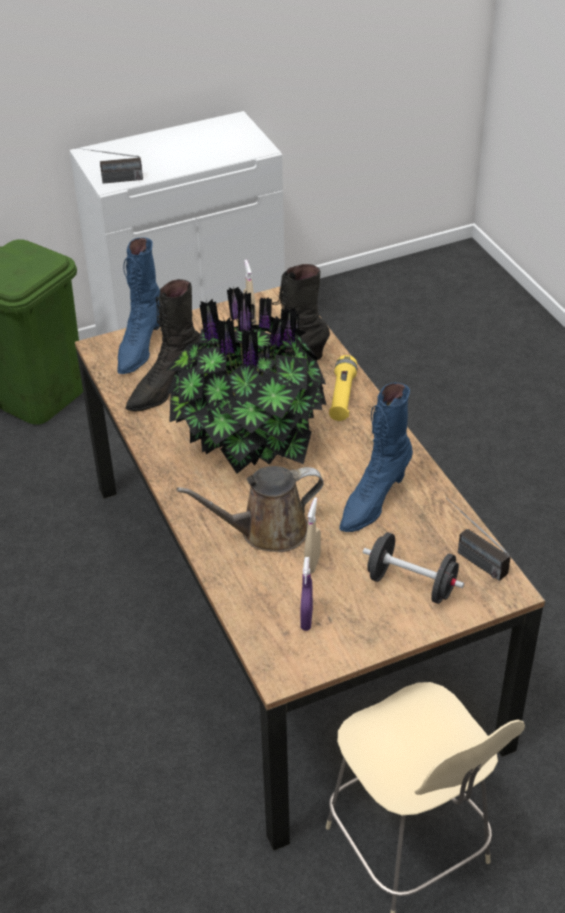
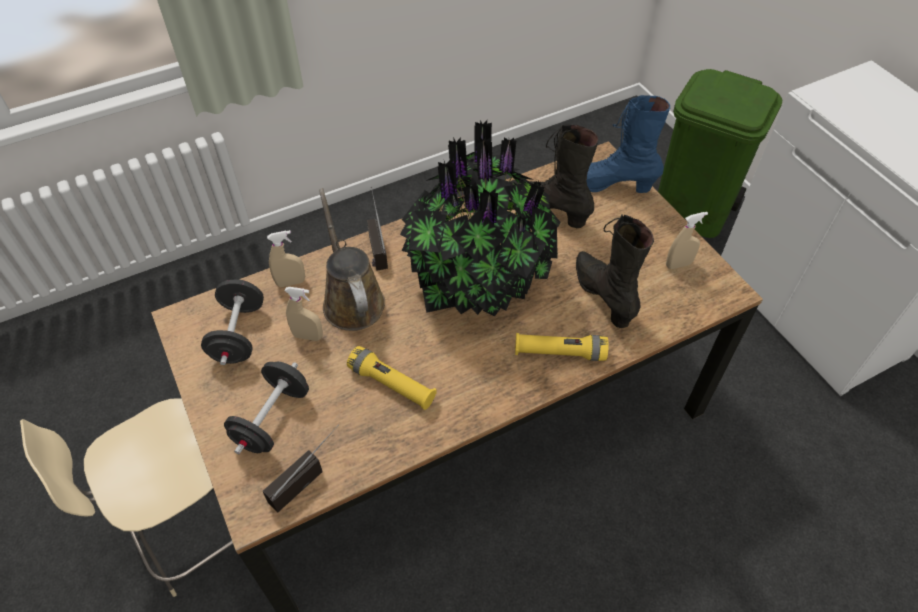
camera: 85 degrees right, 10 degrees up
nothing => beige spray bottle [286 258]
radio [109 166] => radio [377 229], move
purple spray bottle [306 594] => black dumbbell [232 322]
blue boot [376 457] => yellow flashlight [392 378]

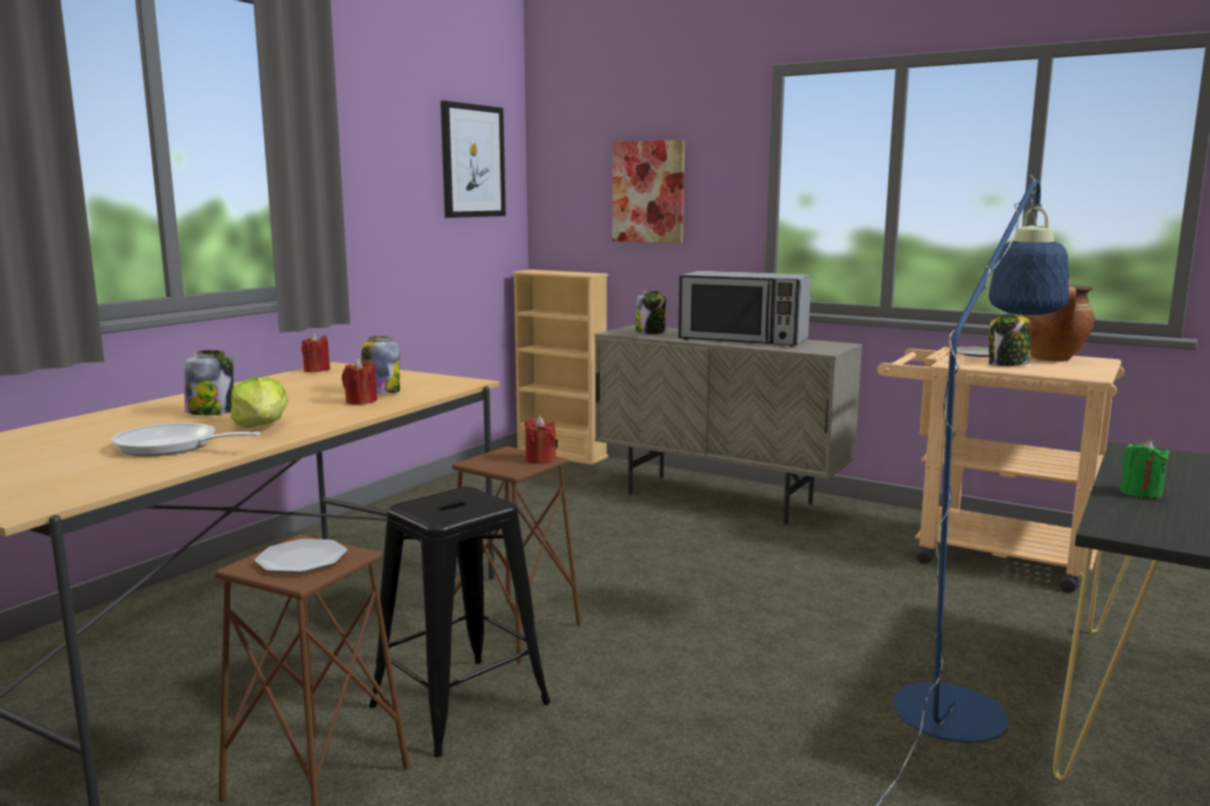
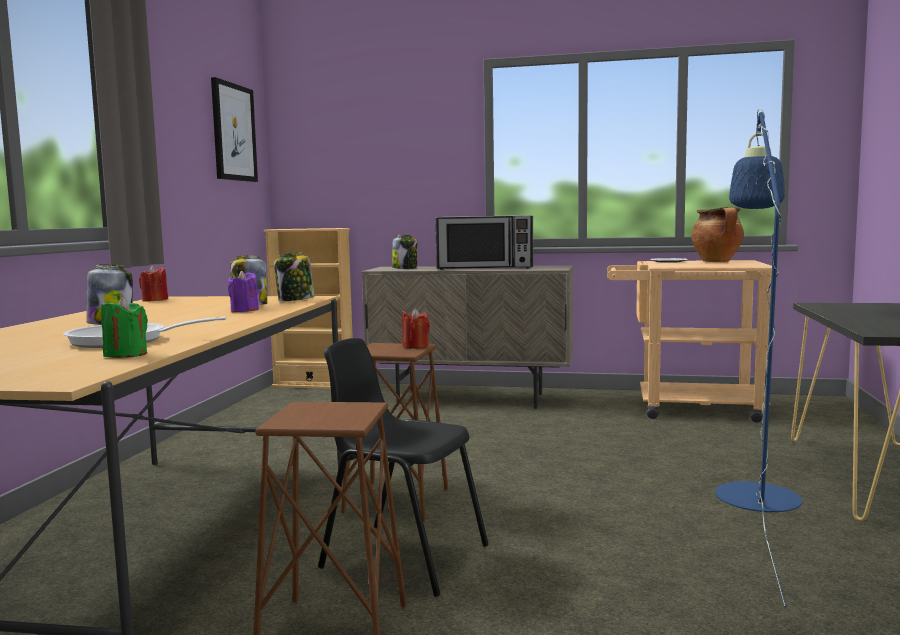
camera: 20 degrees left, 5 degrees down
lettuce [259 402] => nothing
plate [300 556] => nothing
picture [649 191] => nothing
jar [1009 339] => jar [294 277], move
green candle [1145 469] => green candle [124 327], move
black stool [460 622] => black chair [403 467]
red candle [360 381] => purple candle [243 291]

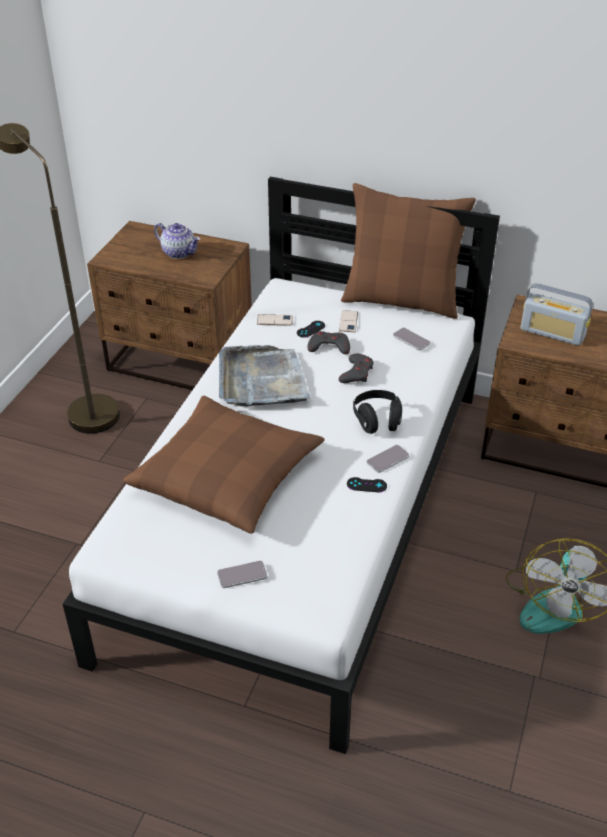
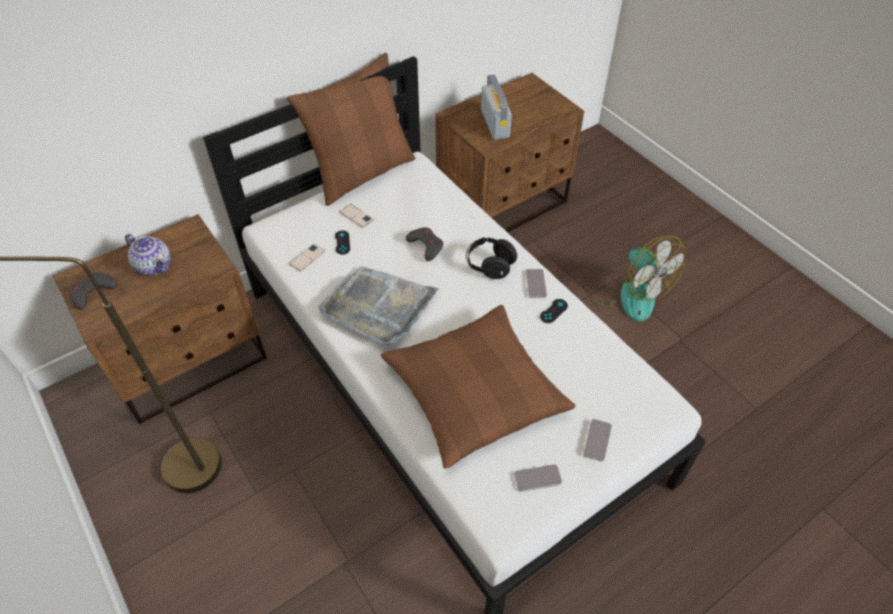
camera: 55 degrees left, 10 degrees up
grey game controller [329 342] => grey game controller [93 291], move
phone [411 339] => phone [538 478], move
teapot [177 241] => teapot [147 255], 60 degrees clockwise
radio [557 314] => radio [496 107], 75 degrees counterclockwise

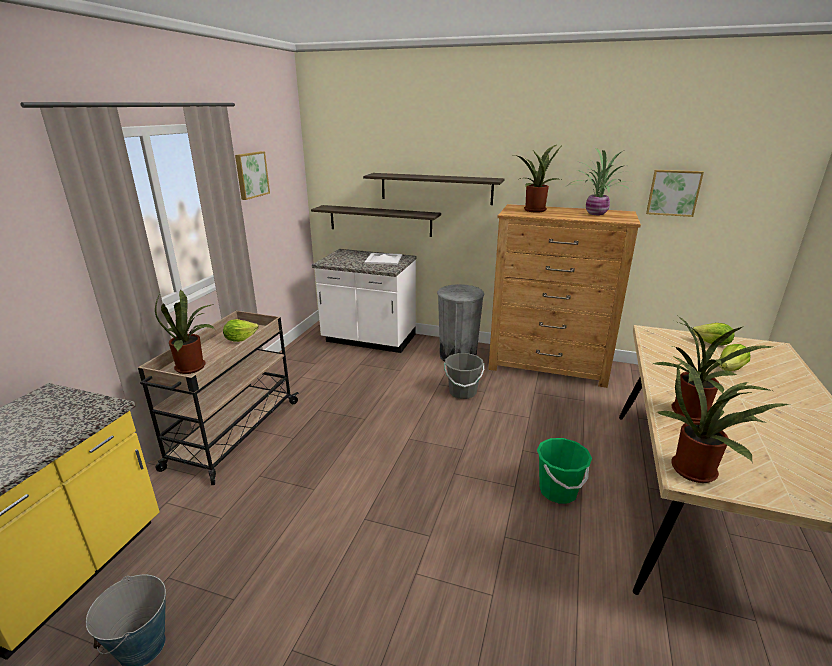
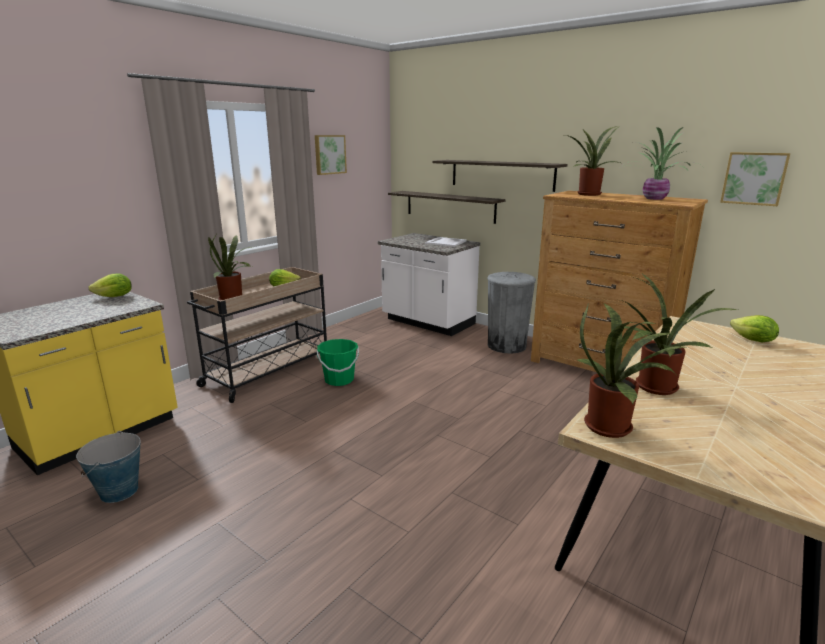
camera: 20 degrees right, 5 degrees down
grey bucket [464 376] => nothing
green bucket [564 471] => green bucket [338 362], move
lettuce [735 357] => lettuce [110 285], move

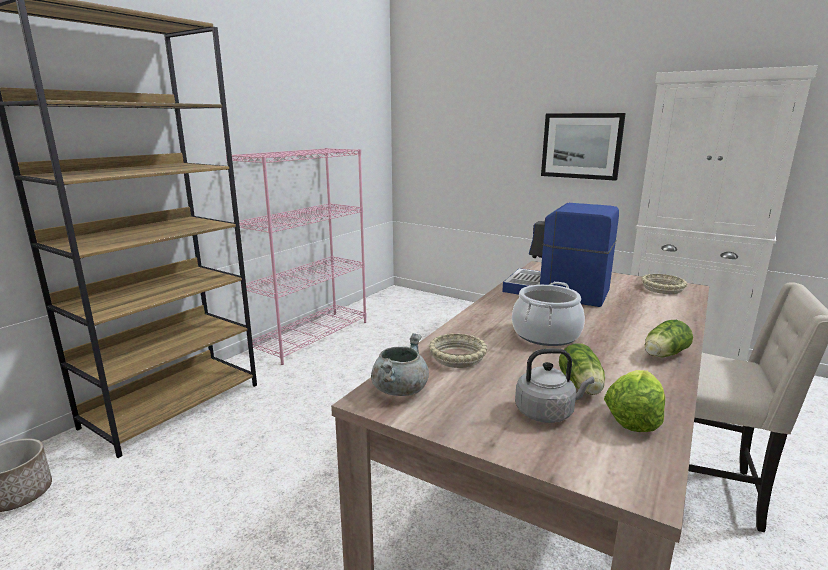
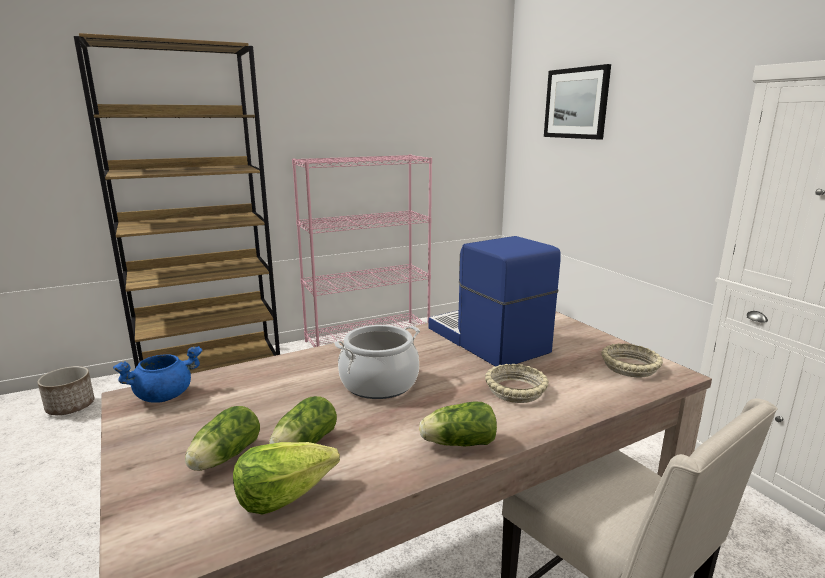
camera: 30 degrees right, 0 degrees up
beige bowl [458 350] => beige bowl [517 383], move
picture [583 147] => picture [577 102], move
grey kettle [554 386] => lettuce [222 438]
grey cooking pot [400 364] => blue cooking pot [158 374]

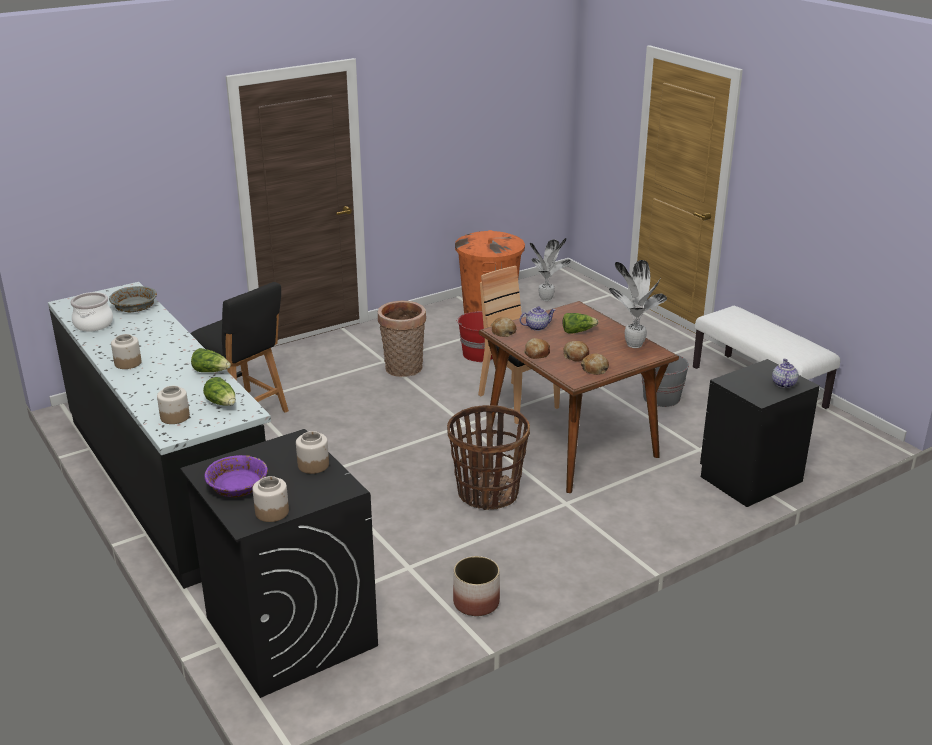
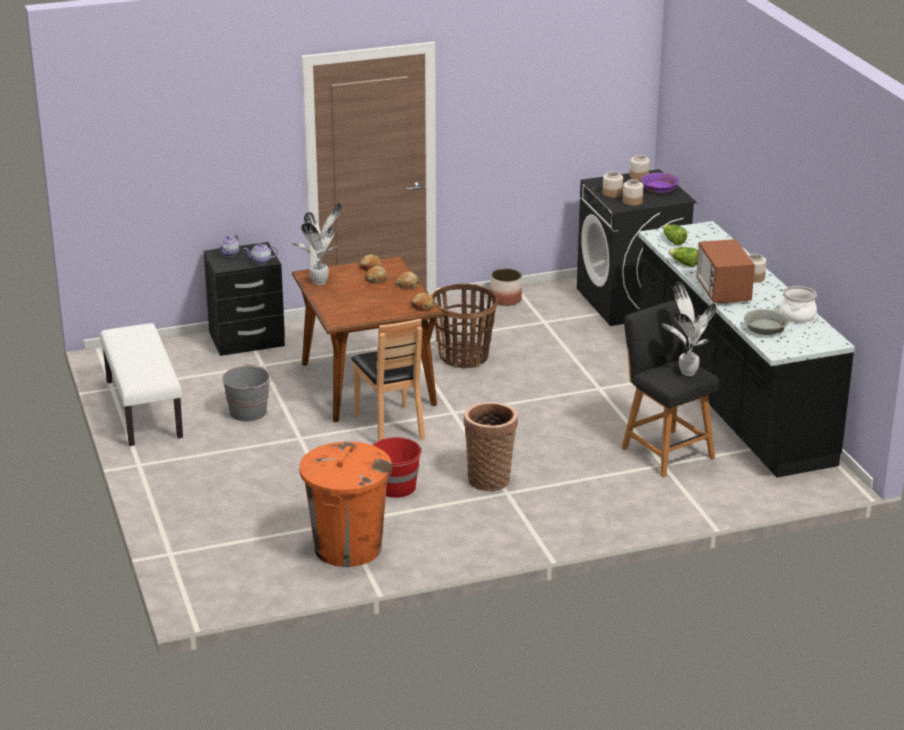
camera: 165 degrees left, 0 degrees up
lettuce [580 323] => nothing
nothing => microwave [725 271]
jar [173 405] => jar [633 192], move
teapot [538 318] => teapot [261 254], move
potted plant [550 269] => potted plant [688 329], move

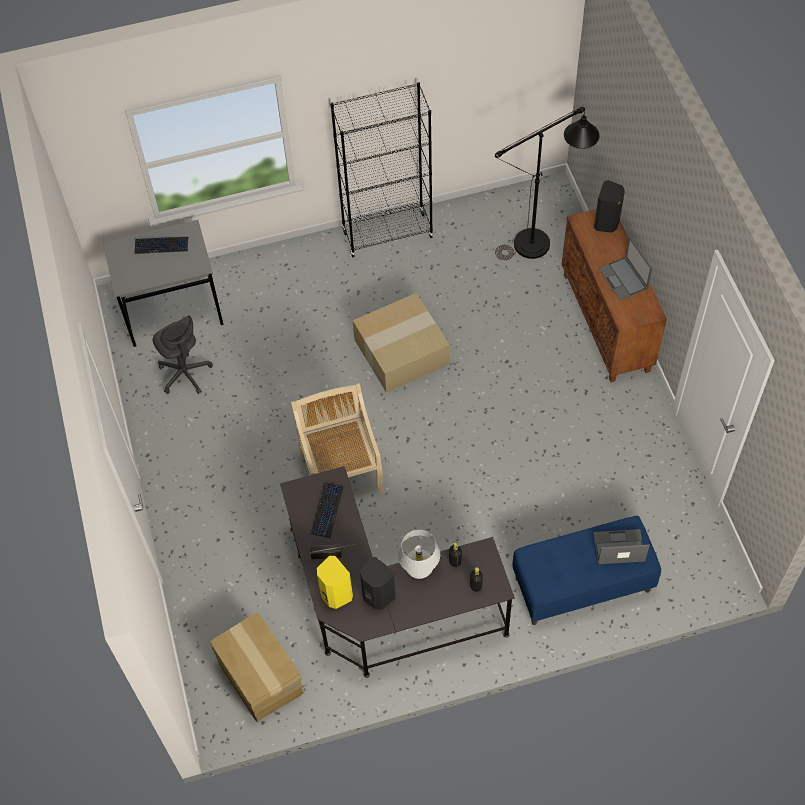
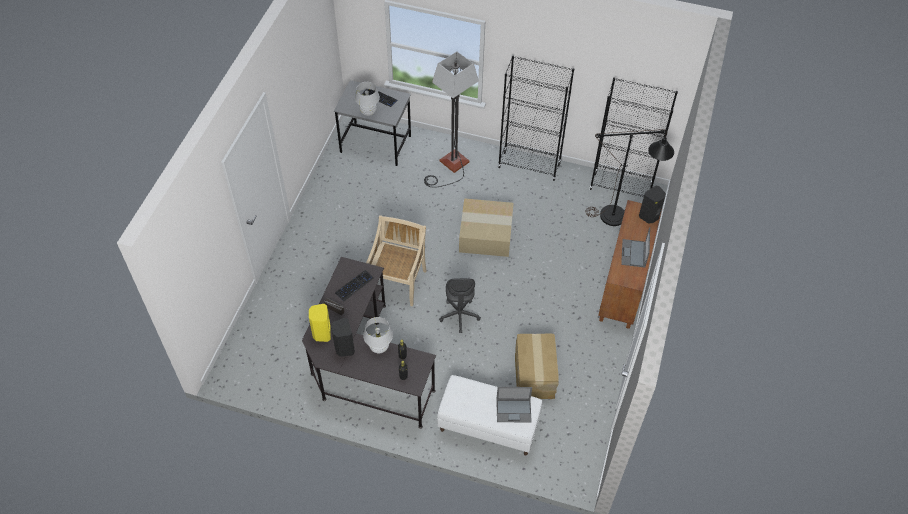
camera: 30 degrees right, 5 degrees down
nothing => white table lamp [367 99]
nothing => floor lamp [451 119]
nothing => black bookcase [633 137]
grey office chair [183 354] => grey office chair [460 305], move
cardboard box [257 667] => cardboard box [537 366], move
blue bench [586 570] => white bench [489 415]
laptop [622 546] => laptop [514 404], 150 degrees clockwise

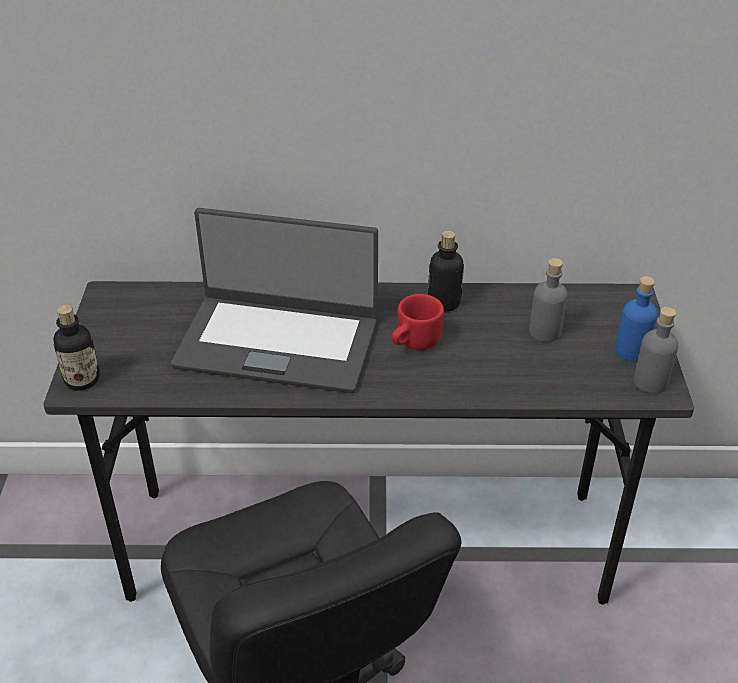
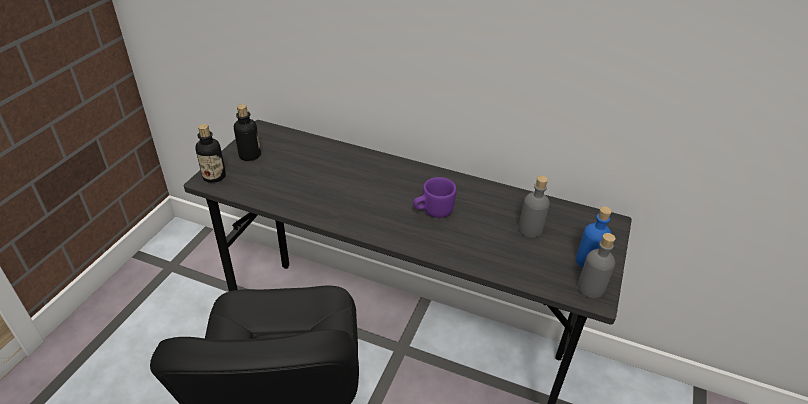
camera: 20 degrees right, 0 degrees up
laptop [274 300] => nothing
bottle [446 271] => bottle [247 132], move
red mug [417 322] => purple mug [435 197]

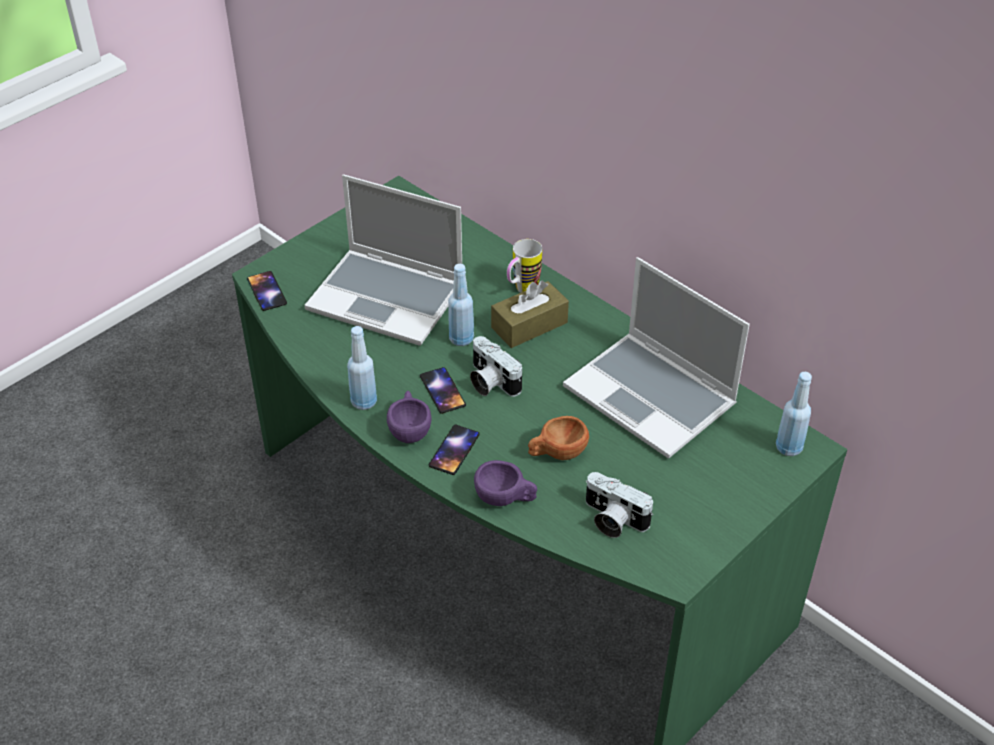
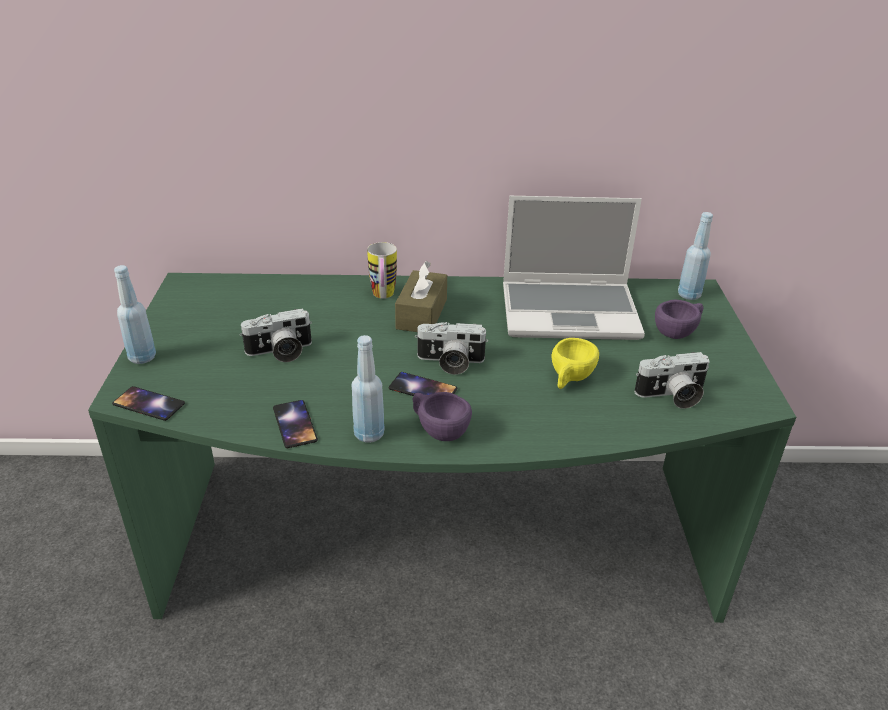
camera: 45 degrees left, 10 degrees down
phone [454 450] => phone [295 424], move
blue bottle [461 305] => blue bottle [135 314], move
purple cup [505 483] => purple cup [679 319], move
laptop [383 260] => photo camera [276 335]
brown cup [558 438] => yellow cup [575 363]

